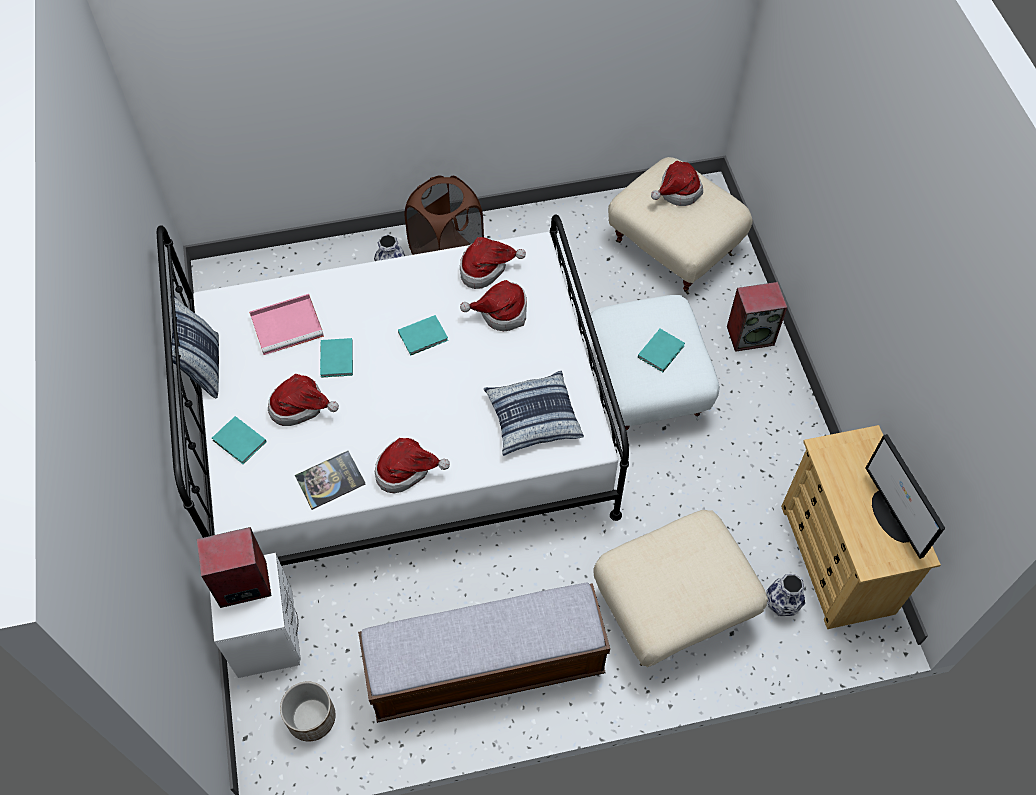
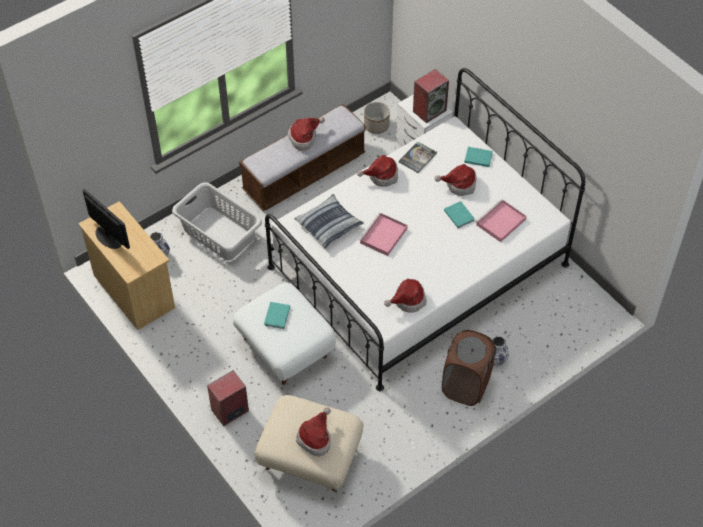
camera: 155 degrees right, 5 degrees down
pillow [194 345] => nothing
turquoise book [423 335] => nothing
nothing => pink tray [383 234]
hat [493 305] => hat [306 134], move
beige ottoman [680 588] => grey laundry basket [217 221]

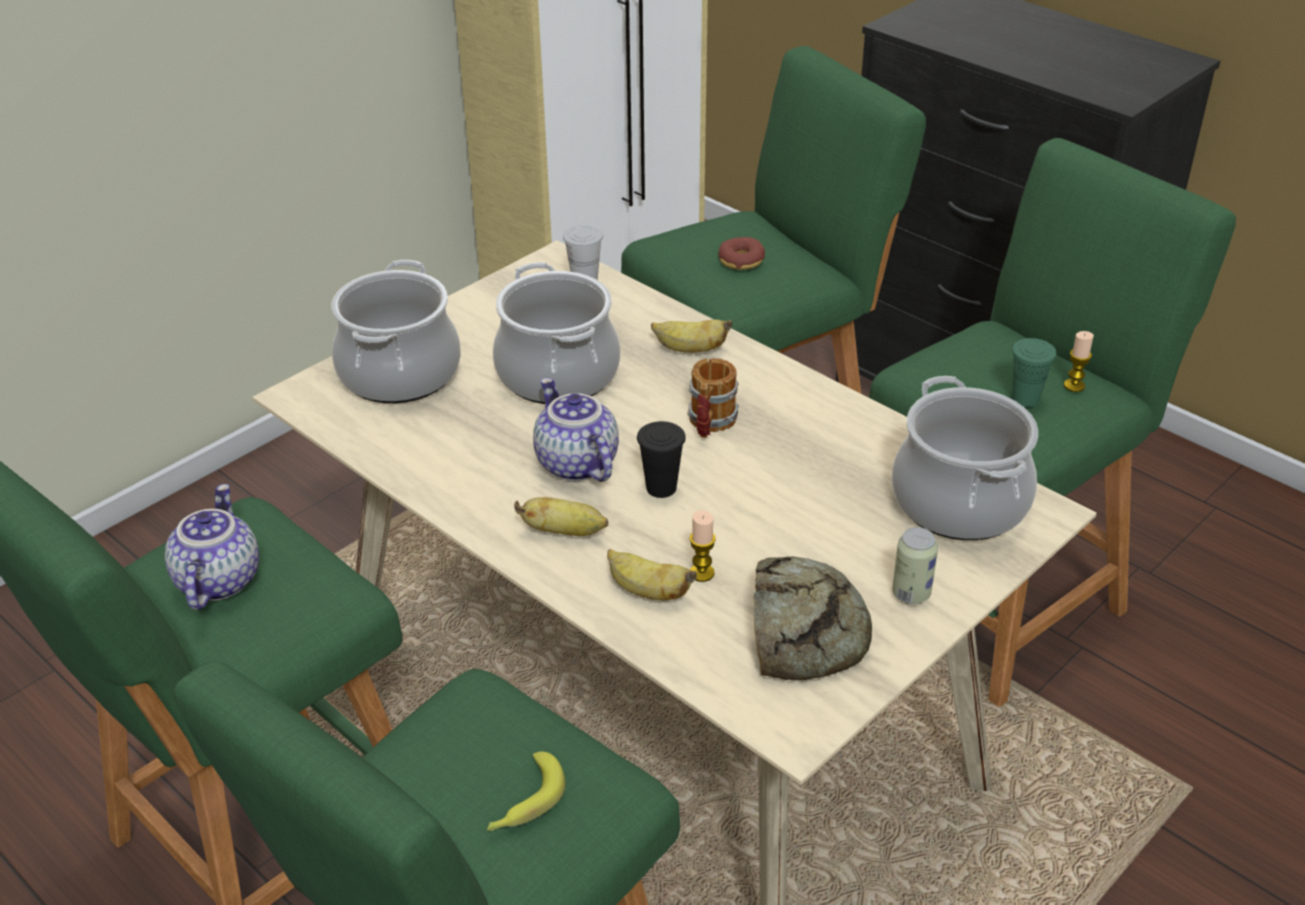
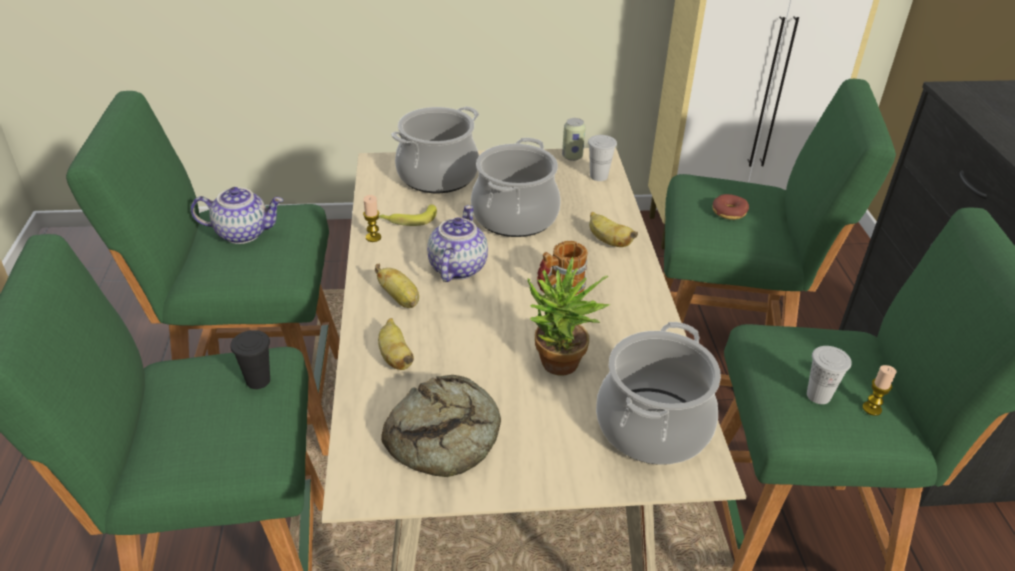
camera: 40 degrees right, 0 degrees up
nothing => potted plant [569 316]
banana [526 791] => banana [408 215], move
black cup [661 459] => black cup [250 359], move
candle [703 546] => candle [372 218], move
can [915 565] => can [574 139], move
green cup [1034 372] => white cup [829 375]
teapot [212 547] => teapot [237 215], 45 degrees clockwise

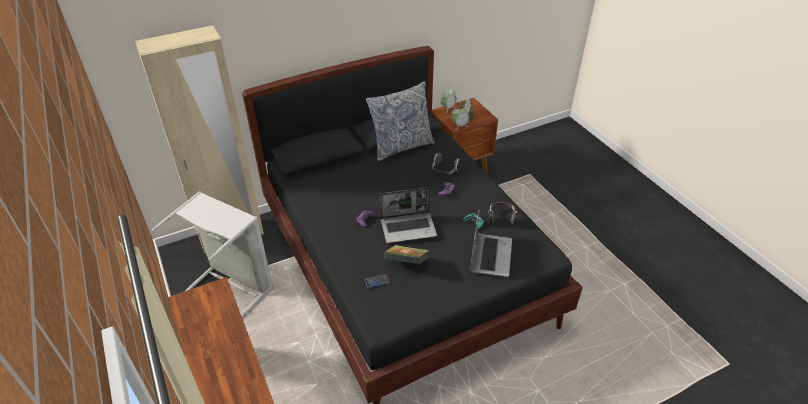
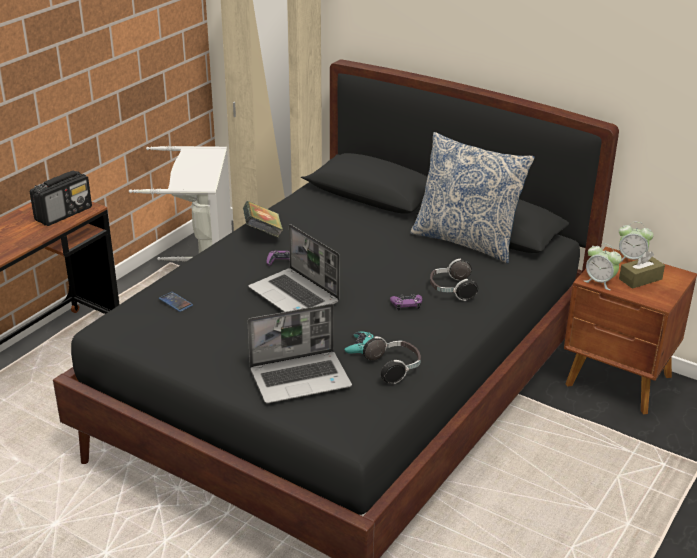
camera: 60 degrees right, 10 degrees down
nothing => radio [61 198]
book [407 254] => book [263 219], move

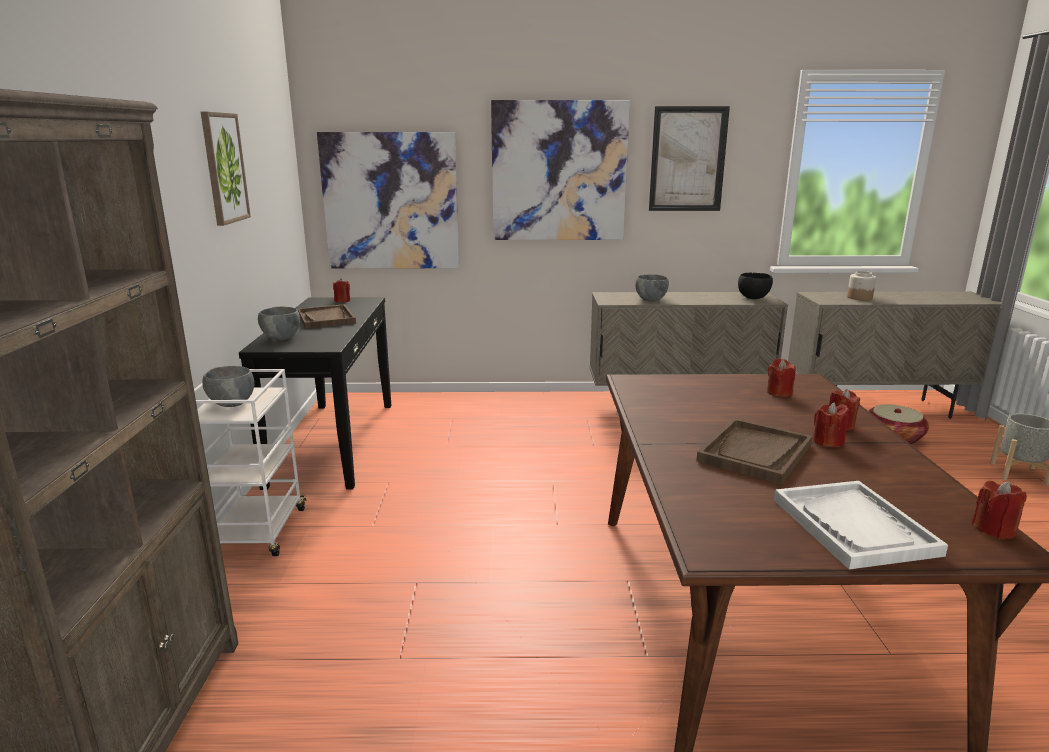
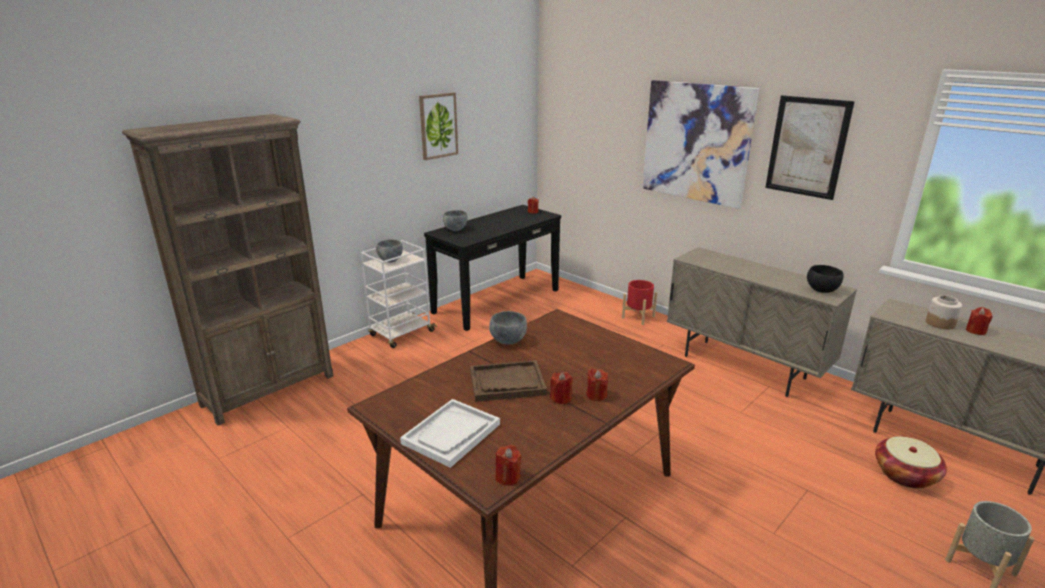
camera: 45 degrees right, 5 degrees up
brown tray [327 316] => nothing
picture [388 200] => nothing
nothing => red planter [639 302]
grey bowl [652 288] => grey bowl [508 328], move
red candle [781 377] => red candle [979 321], move

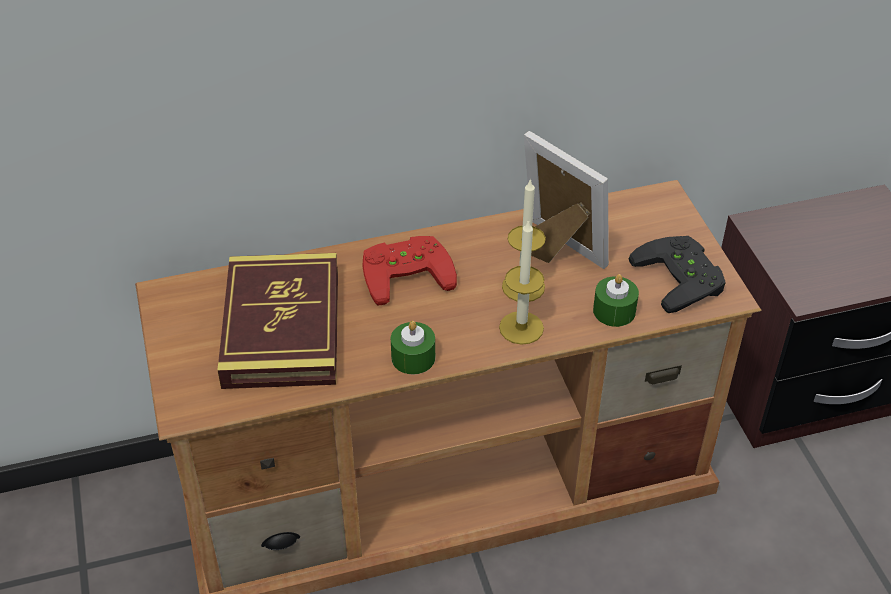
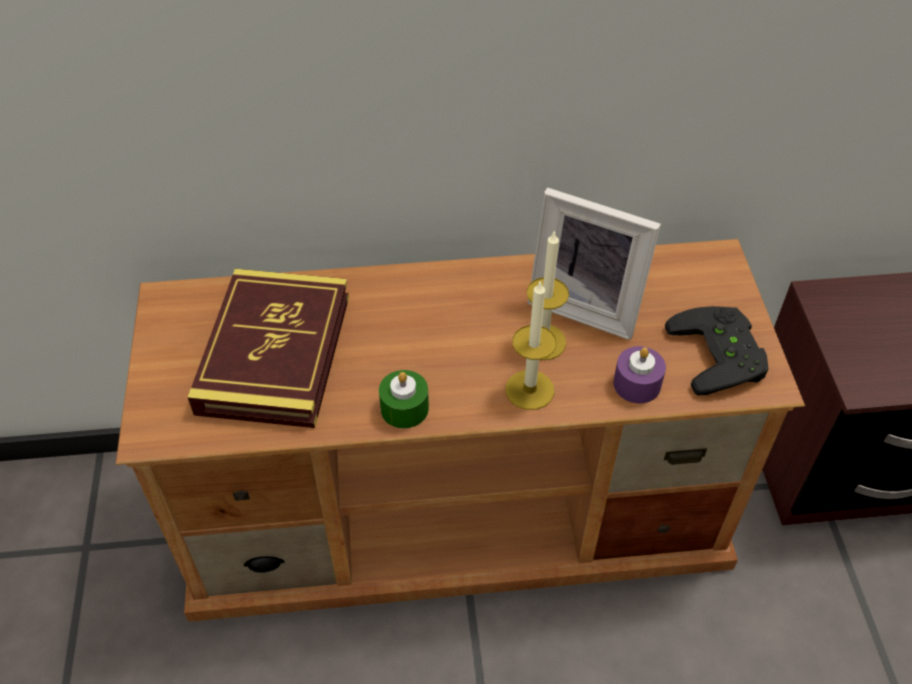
camera: 10 degrees right, 5 degrees up
red game controller [410 271] => nothing
green candle [616 300] => purple candle [639 374]
picture frame [566 200] => picture frame [594 264], 150 degrees clockwise

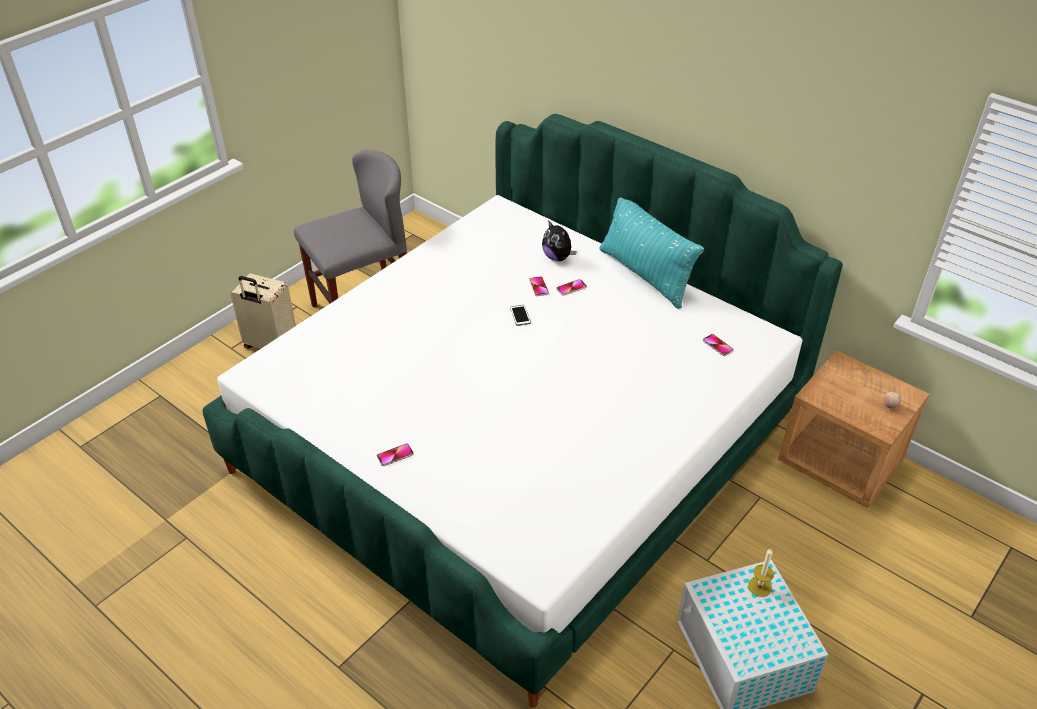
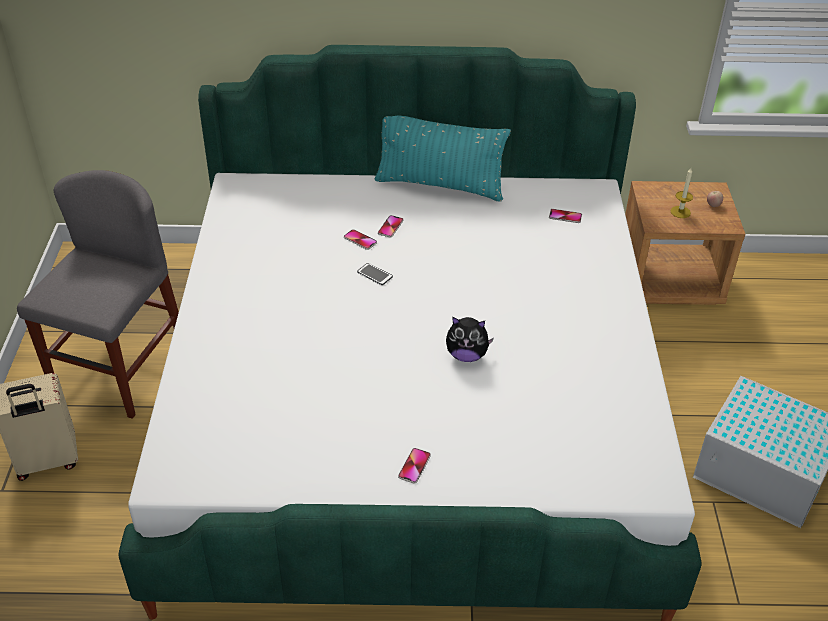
camera: 40 degrees left, 0 degrees up
plush toy [559 240] => plush toy [470 339], move
candle [761 573] => candle [681 193], move

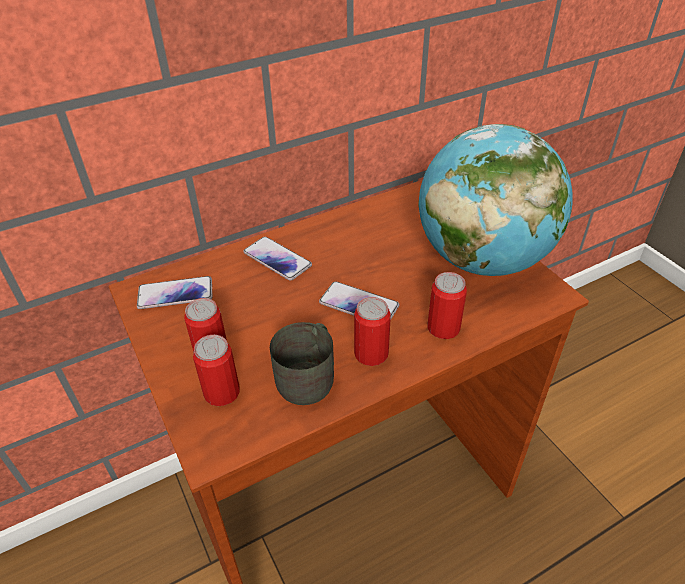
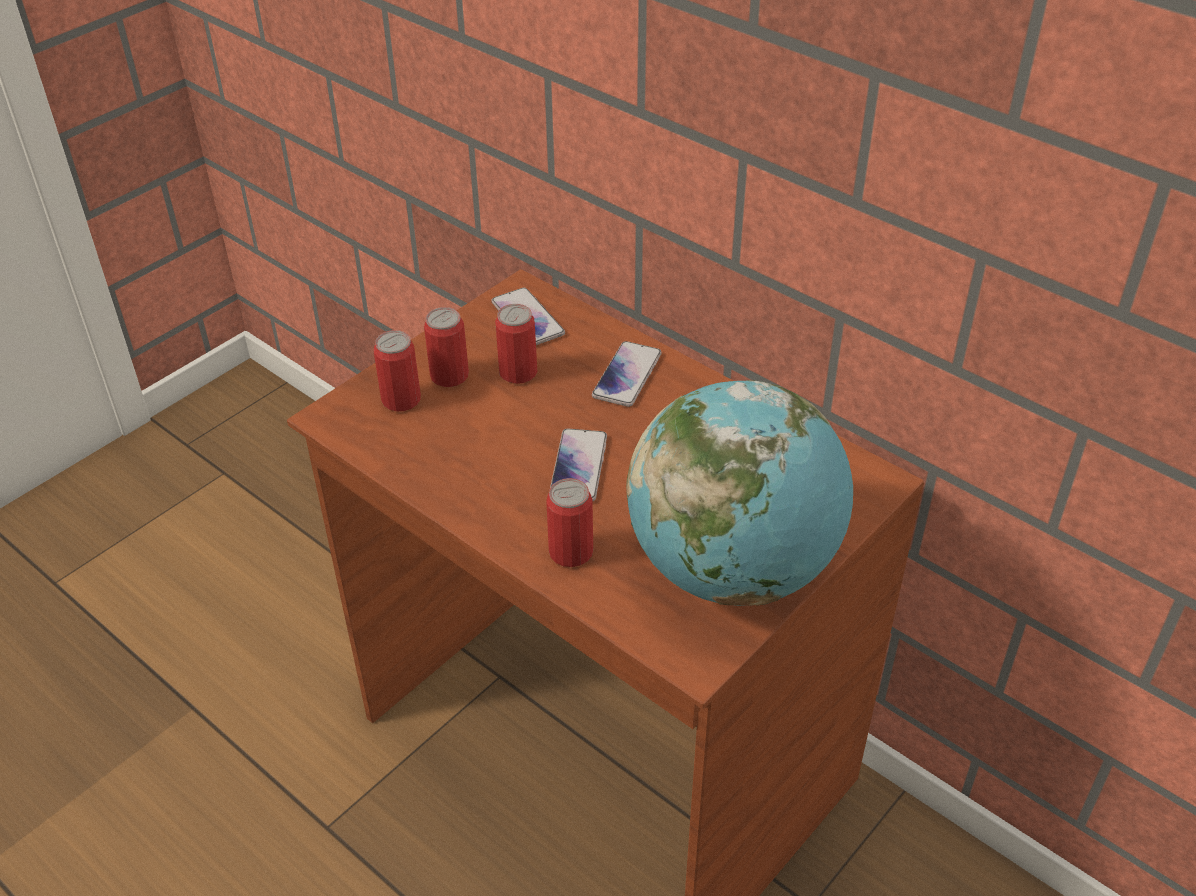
camera: 70 degrees right, 0 degrees up
grey mug [302 363] => nothing
can [372 331] => can [516 344], move

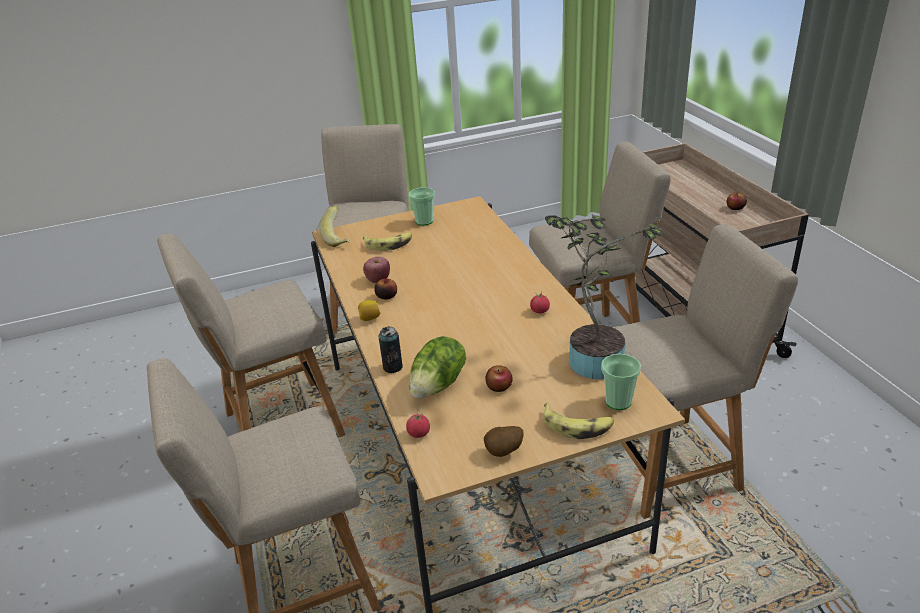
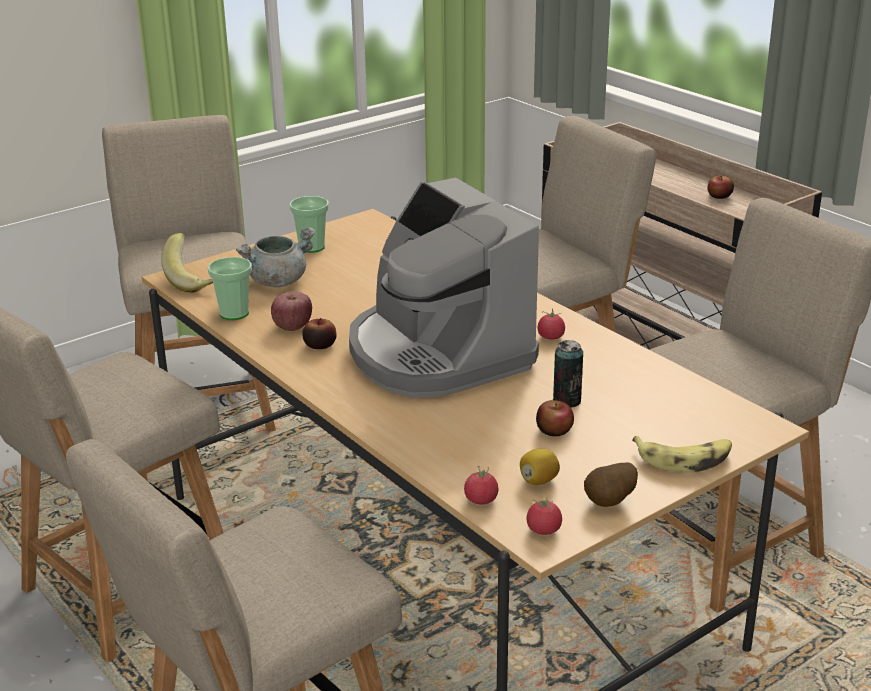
camera: 20 degrees left, 5 degrees down
lettuce [437 367] => nothing
potted plant [604 297] => nothing
nothing => coffee machine [444 288]
nothing => tomato [544 516]
lemon [369 310] => lemon [540 467], move
can [391 350] => can [568 374], move
cup [621 382] => cup [230 288], move
banana [387 241] => grey cooking pot [276 257]

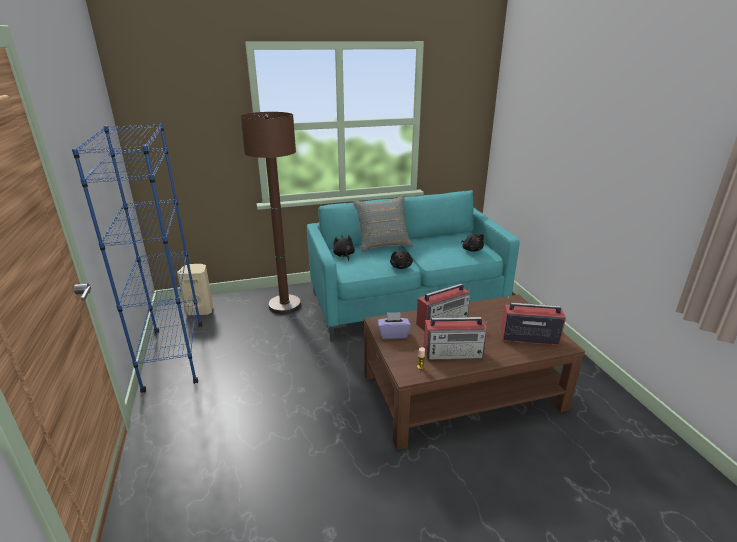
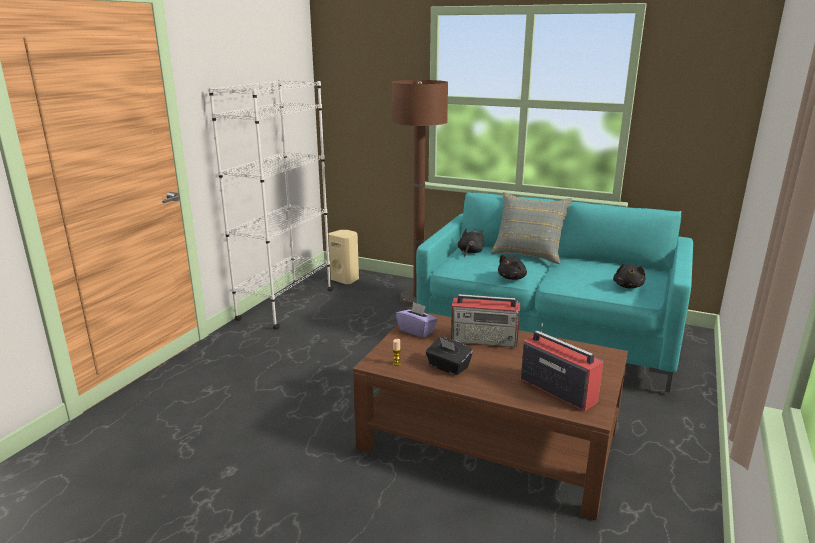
camera: 40 degrees right, 5 degrees down
radio [456 338] => black tissue box [449 356]
blue bookcase [137 258] => white bookcase [270 205]

